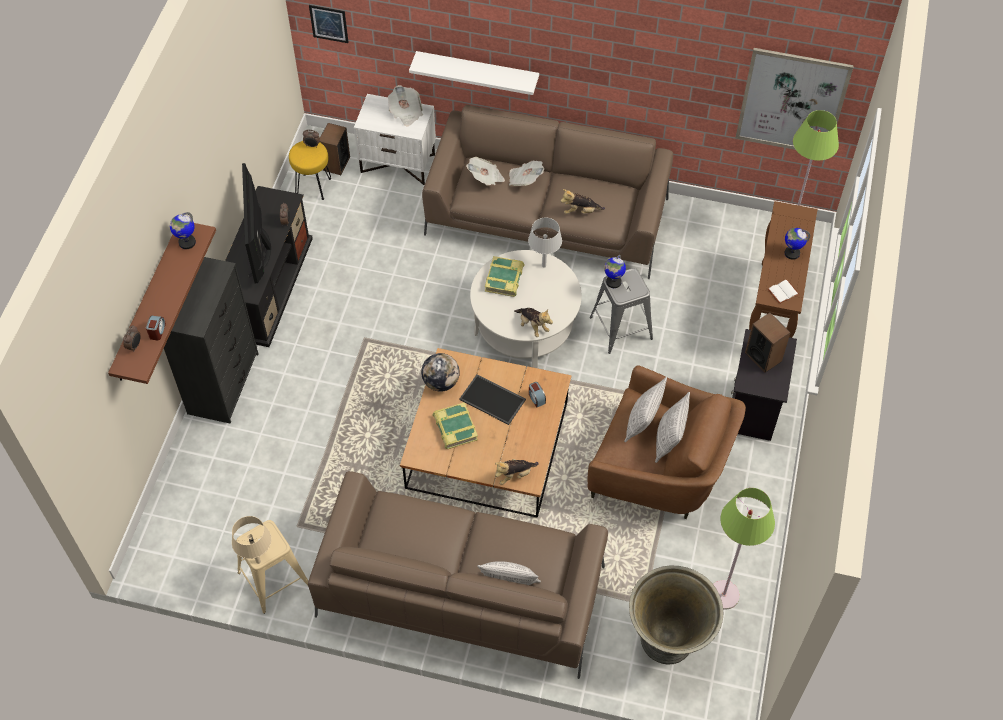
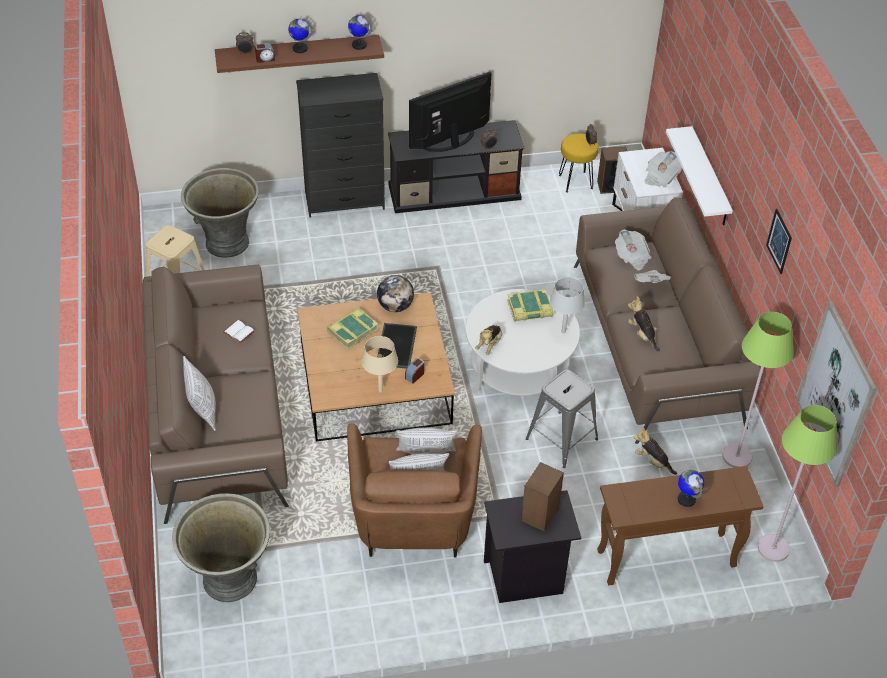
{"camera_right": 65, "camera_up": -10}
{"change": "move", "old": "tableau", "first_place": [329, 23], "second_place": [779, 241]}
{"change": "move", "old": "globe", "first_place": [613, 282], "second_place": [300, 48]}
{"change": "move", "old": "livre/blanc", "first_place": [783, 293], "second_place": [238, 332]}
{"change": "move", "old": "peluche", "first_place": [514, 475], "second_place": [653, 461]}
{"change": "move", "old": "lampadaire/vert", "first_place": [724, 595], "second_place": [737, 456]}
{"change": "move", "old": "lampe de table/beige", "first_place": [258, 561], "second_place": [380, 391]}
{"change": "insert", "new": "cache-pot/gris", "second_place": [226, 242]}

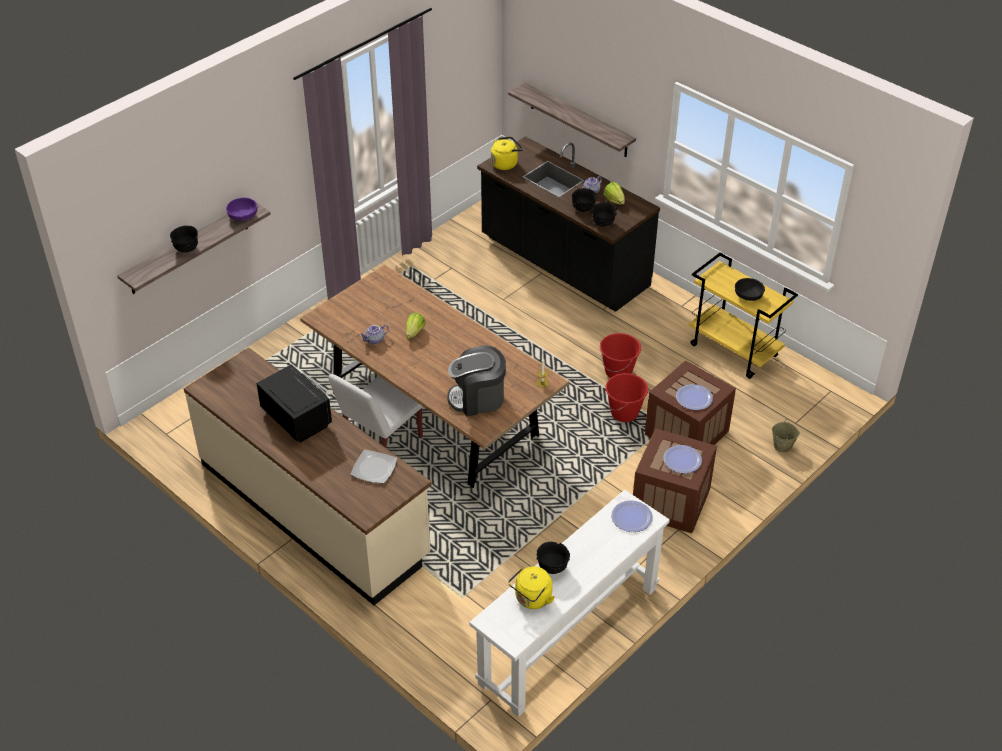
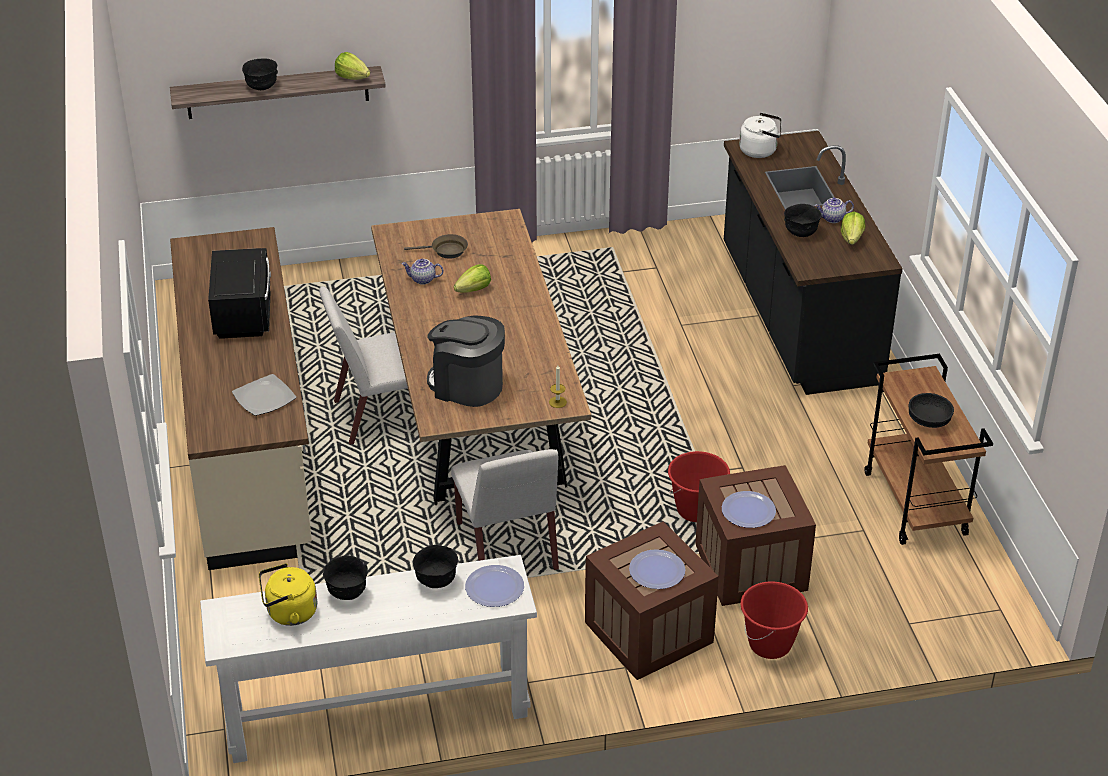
{"camera_right": 35, "camera_up": -5}
{"change": "delete", "old": "étagère", "first_place": [578, 120]}
{"change": "recolor", "old": "bouilloire/jaune", "new": "bouilloire/blanc", "first_place": [505, 163], "second_place": [760, 151]}
{"change": "replace", "old": "bol/violet", "new": "laitue", "first_place": [242, 216], "second_place": [352, 77]}
{"change": "move", "old": "bol/noir", "first_place": [603, 223], "second_place": [436, 581]}
{"change": "recolor", "old": "chariot/jaune", "new": "chariot/marron", "first_place": [734, 350], "second_place": [916, 504]}
{"change": "move", "old": "seau/rouge", "first_place": [618, 372], "second_place": [770, 644]}
{"change": "delete", "old": "seau/beige", "first_place": [783, 446]}
{"change": "insert", "new": "poêle/marron", "second_place": [446, 251]}
{"change": "insert", "new": "chaise/blanc", "second_place": [507, 547]}

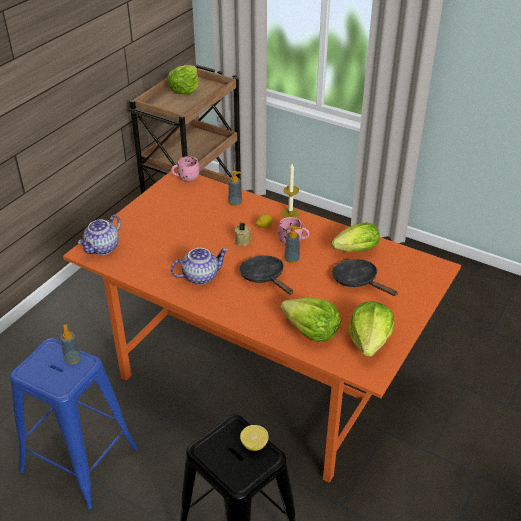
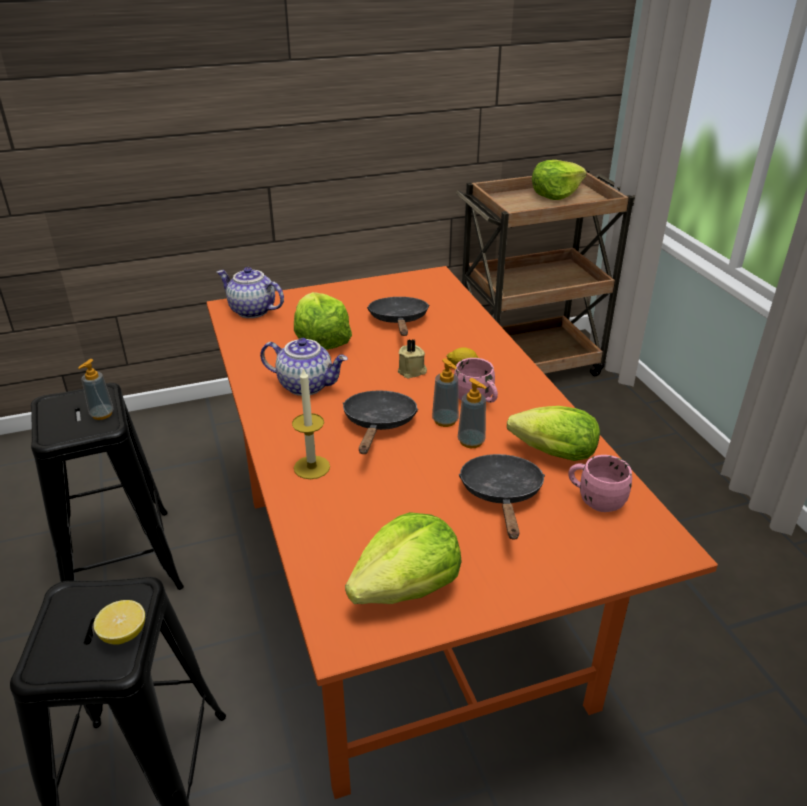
{"camera_right": 40, "camera_up": -5}
{"change": "move", "old": "mug/rose", "first_place": [185, 178], "second_place": [595, 500]}
{"change": "move", "old": "bougie", "first_place": [290, 213], "second_place": [311, 467]}
{"change": "move", "old": "distributeur de savon", "first_place": [235, 203], "second_place": [471, 441]}
{"change": "rotate", "old": "théière", "first_place": [103, 248], "second_place": [251, 311], "degrees": 45}
{"change": "move", "old": "laitue", "first_place": [311, 331], "second_place": [321, 340]}
{"change": "recolor", "old": "tabouret/bleu", "new": "tabouret/noir", "first_place": [79, 459], "second_place": [120, 562]}
{"change": "insert", "new": "poêle/noir", "second_place": [399, 321]}

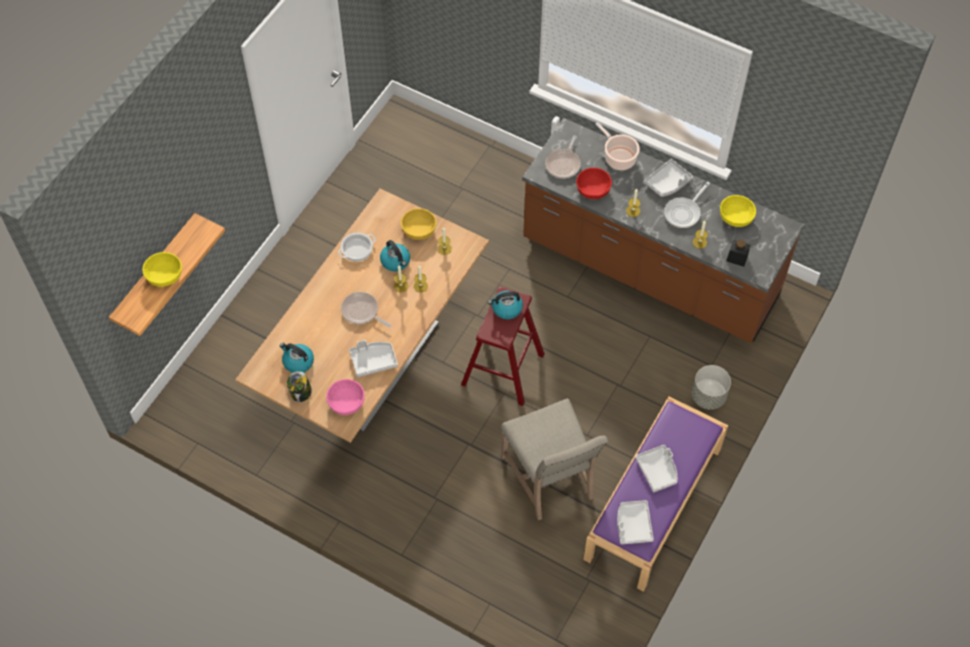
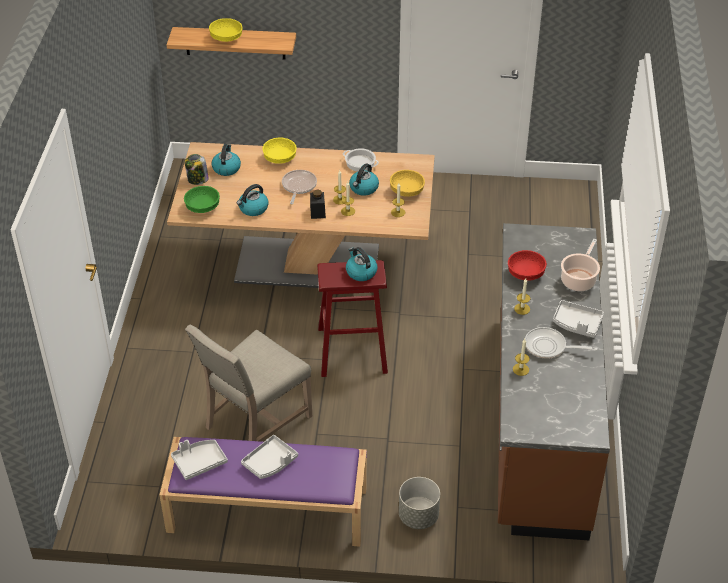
{"camera_right": 65, "camera_up": -15}
{"change": "delete", "old": "poêle", "first_place": [563, 164]}
{"change": "move", "old": "bol/jaune", "first_place": [736, 217], "second_place": [279, 158]}
{"change": "move", "old": "bocal/noir", "first_place": [737, 258], "second_place": [317, 212]}
{"change": "replace", "old": "plateau/gris", "new": "bouilloire", "first_place": [373, 361], "second_place": [253, 209]}
{"change": "recolor", "old": "bol/rose", "new": "bol/vert", "first_place": [346, 402], "second_place": [203, 207]}

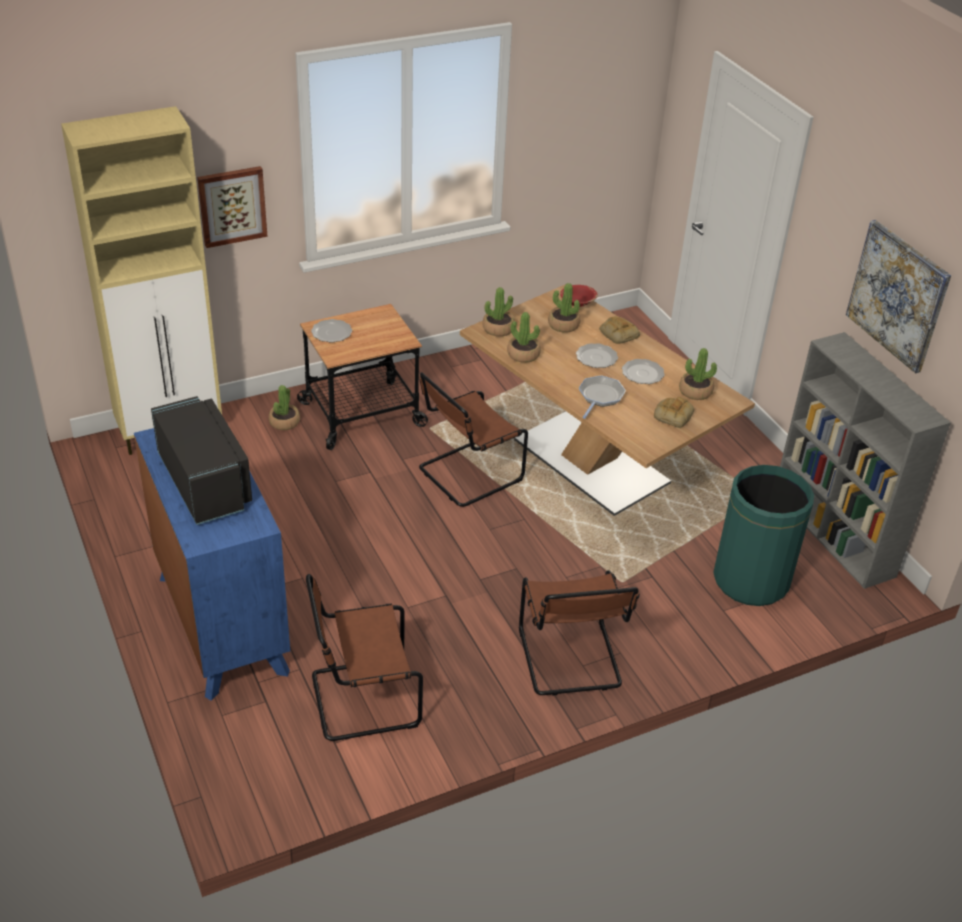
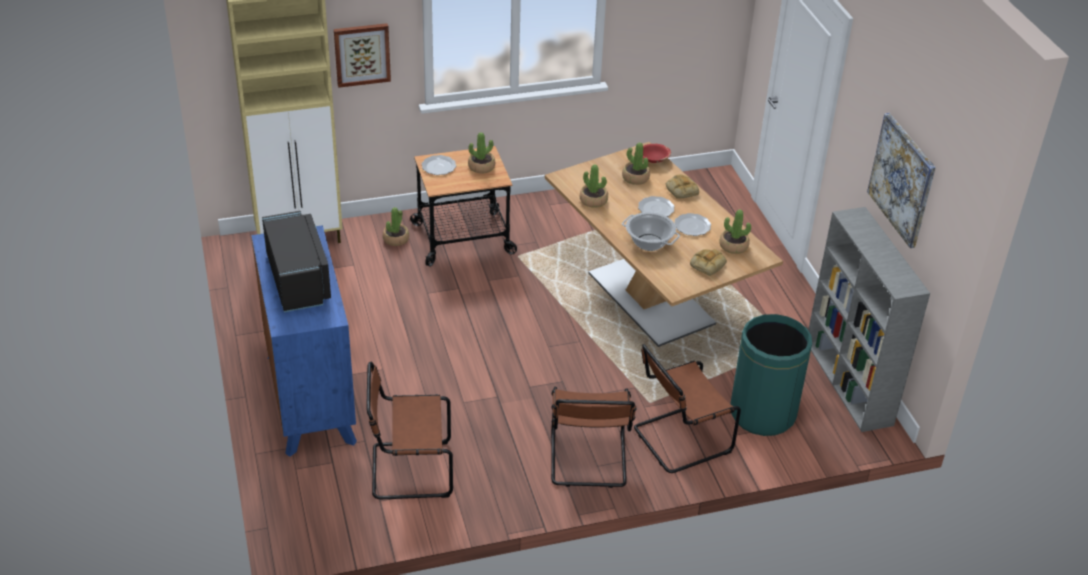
{"camera_right": 10, "camera_up": 0}
{"change": "move", "old": "plante en pot", "first_place": [498, 329], "second_place": [481, 167]}
{"change": "move", "old": "chaise/marron", "first_place": [467, 475], "second_place": [679, 440]}
{"change": "replace", "old": "poêle", "new": "marmite", "first_place": [600, 397], "second_place": [649, 243]}

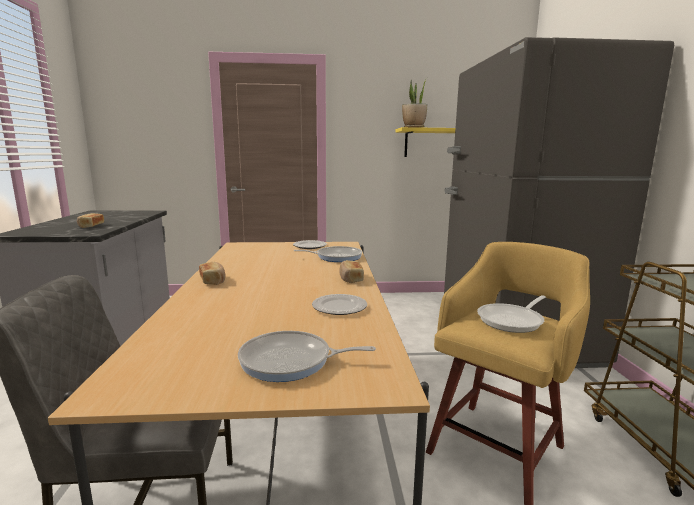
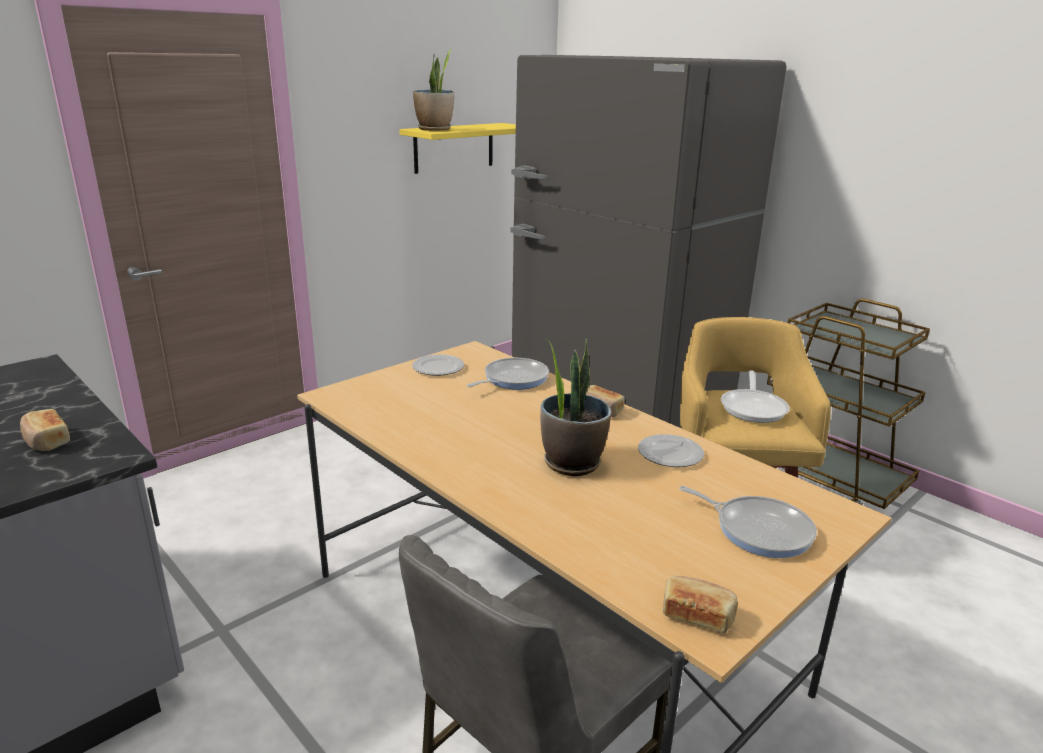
{"camera_right": -40, "camera_up": 10}
{"change": "move", "old": "pain", "first_place": [213, 280], "second_place": [697, 615]}
{"change": "rotate", "old": "poêle", "first_place": [290, 361], "second_place": [758, 529], "degrees": -105}
{"change": "insert", "new": "plante en pot", "second_place": [572, 462]}

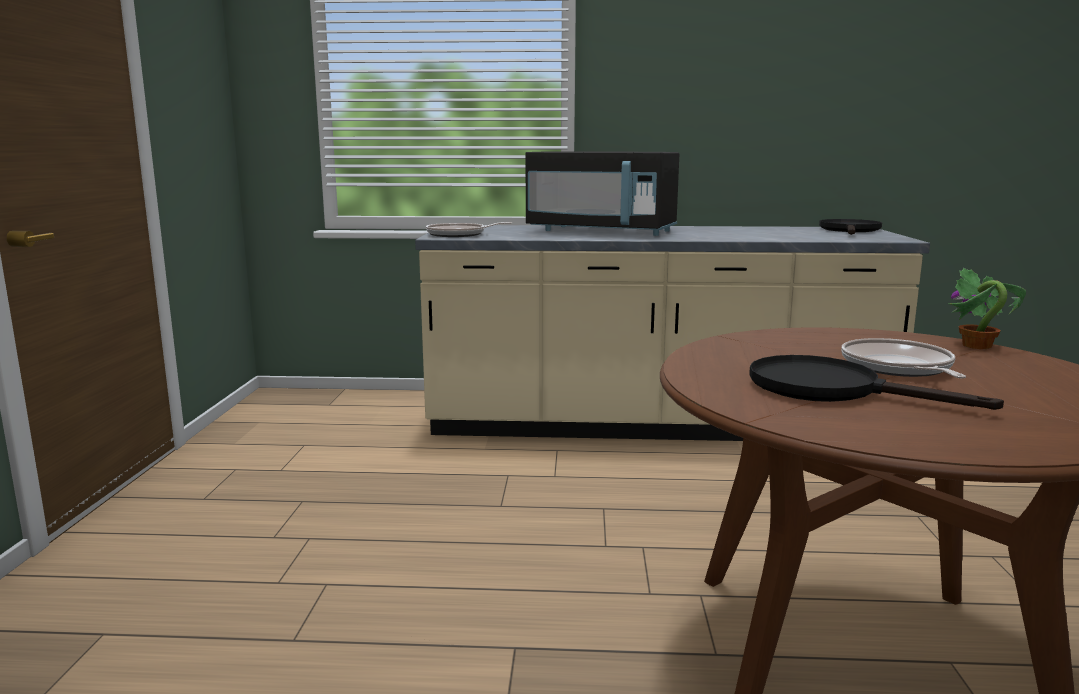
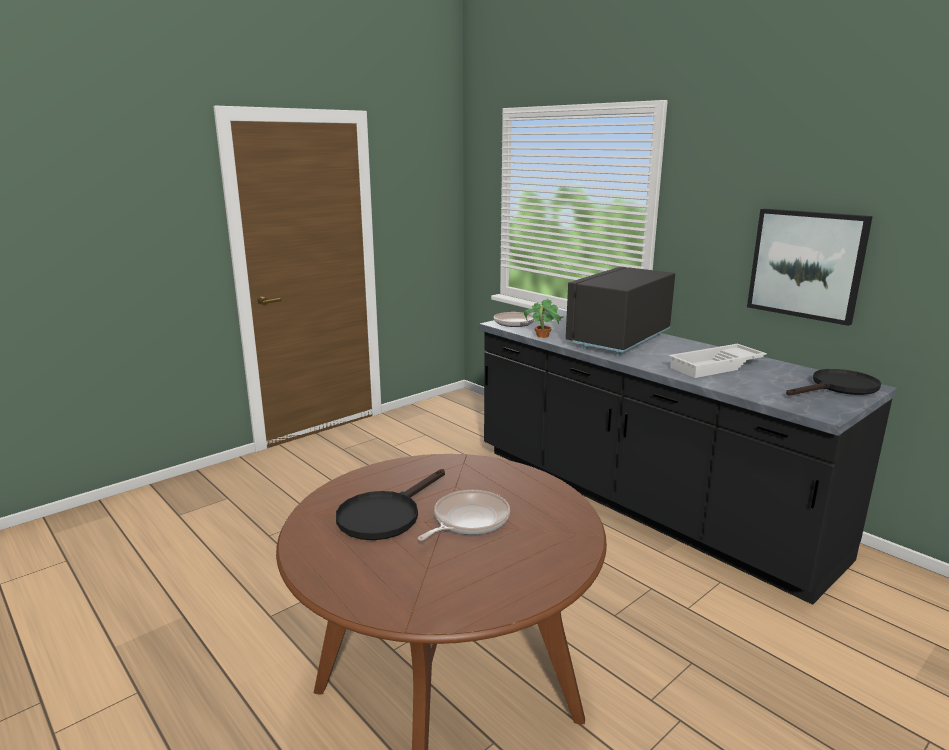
{"camera_right": 45, "camera_up": 5}
{"change": "rotate", "old": "micro-ondes/noir", "first_place": [602, 231], "second_place": [618, 339], "degrees": 60}
{"change": "recolor", "old": "comptoir de cuisine/beige", "new": "comptoir de cuisine/noir", "first_place": [653, 424], "second_place": [642, 502]}
{"change": "move", "old": "plante en pot", "first_place": [976, 346], "second_place": [542, 336]}
{"change": "rotate", "old": "poêle/noir", "first_place": [832, 389], "second_place": [385, 514], "degrees": -135}
{"change": "insert", "new": "tableau", "second_place": [806, 264]}
{"change": "insert", "new": "plateau/blanc", "second_place": [716, 367]}

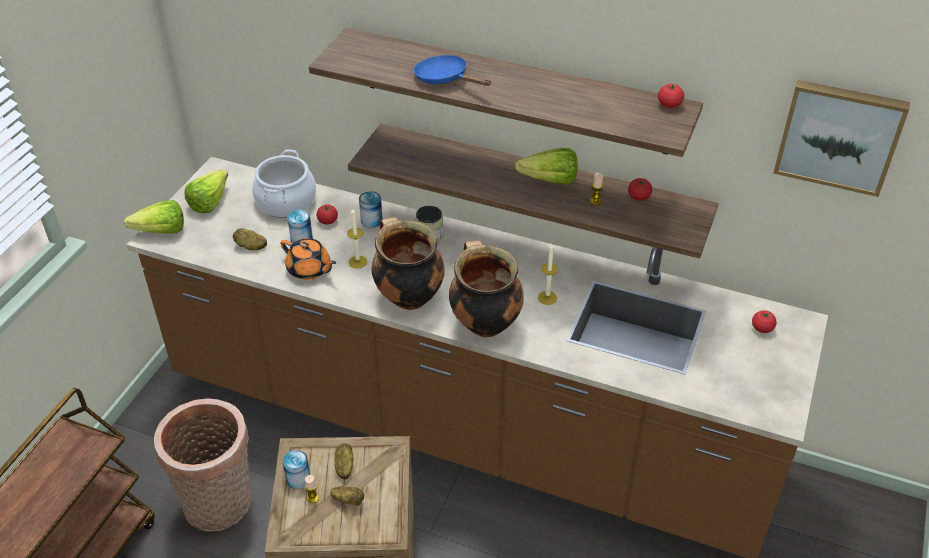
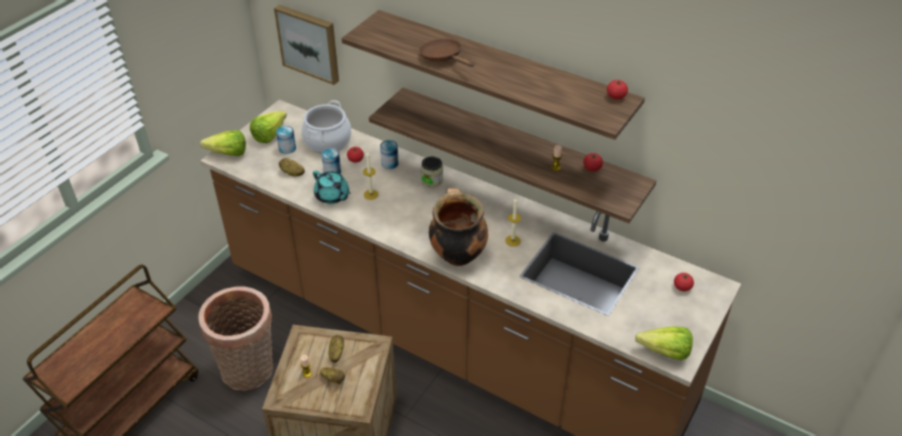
{"camera_right": 10, "camera_up": 0}
{"change": "recolor", "old": "poêle/bleu", "new": "poêle/marron", "first_place": [445, 79], "second_place": [443, 58]}
{"change": "move", "old": "tableau", "first_place": [839, 135], "second_place": [309, 43]}
{"change": "move", "old": "laitue", "first_place": [545, 180], "second_place": [660, 351]}
{"change": "delete", "old": "marmite", "first_place": [407, 296]}
{"change": "recolor", "old": "théière/orange", "new": "théière/turquoise", "first_place": [309, 270], "second_place": [332, 196]}
{"change": "move", "old": "boîte métallique", "first_place": [298, 479], "second_place": [287, 148]}

